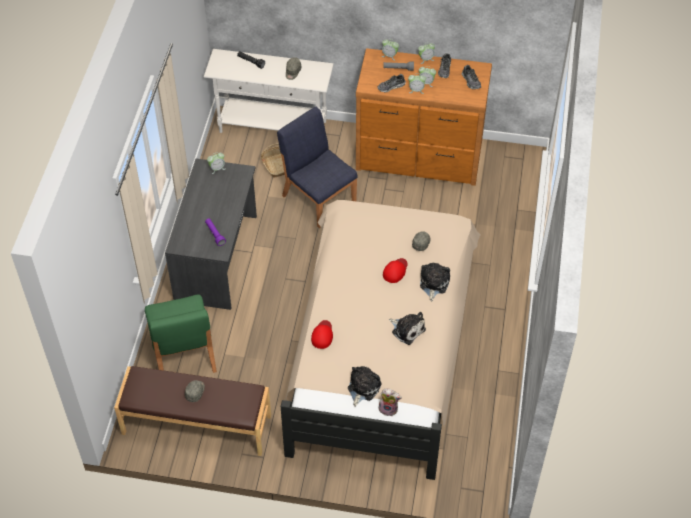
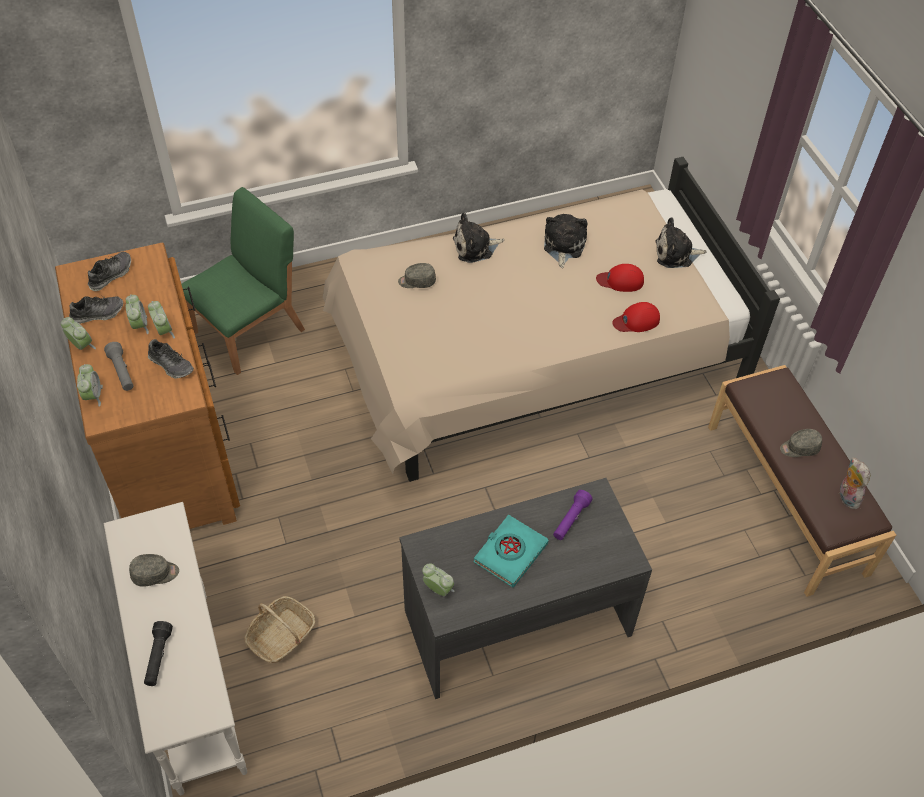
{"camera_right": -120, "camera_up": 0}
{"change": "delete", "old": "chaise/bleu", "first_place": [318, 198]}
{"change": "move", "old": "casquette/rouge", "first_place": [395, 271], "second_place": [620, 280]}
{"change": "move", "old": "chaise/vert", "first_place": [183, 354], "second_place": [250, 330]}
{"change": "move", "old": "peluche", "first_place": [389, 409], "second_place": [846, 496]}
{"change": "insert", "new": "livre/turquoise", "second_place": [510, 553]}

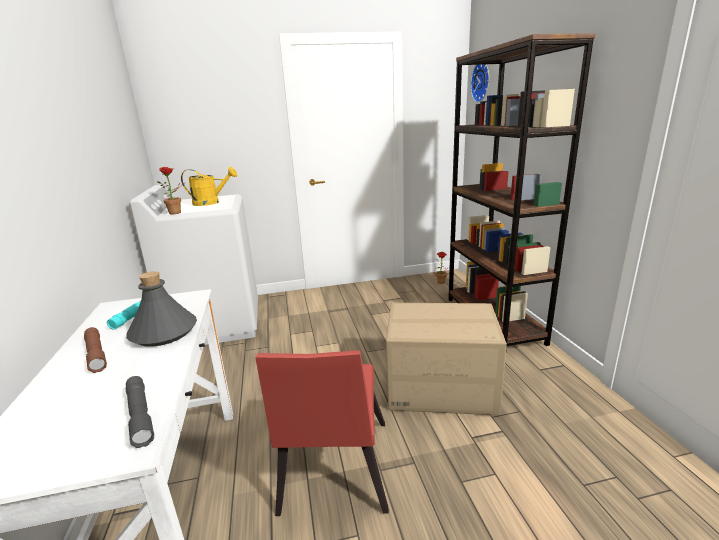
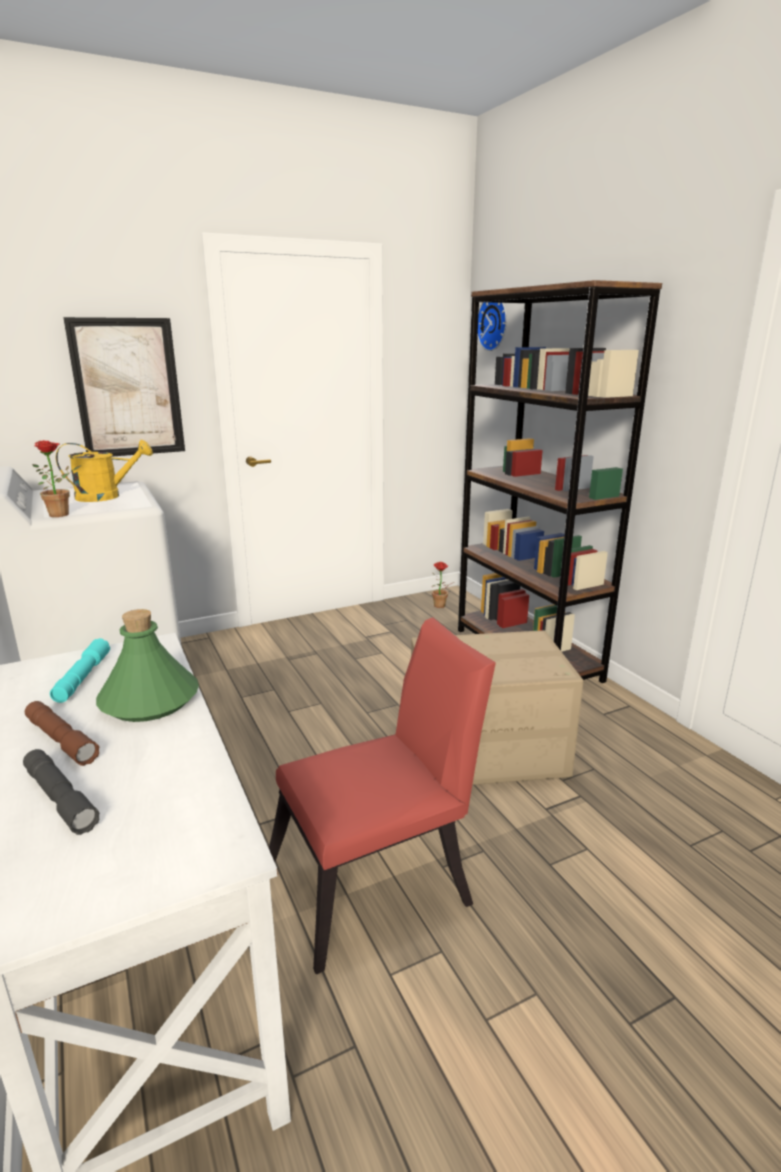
{"camera_right": -15, "camera_up": 0}
{"change": "recolor", "old": "bouteille/gris", "new": "bouteille/vert", "first_place": [163, 333], "second_place": [149, 701]}
{"change": "rotate", "old": "chaise/rouge", "first_place": [333, 472], "second_place": [380, 879], "degrees": -105}
{"change": "move", "old": "lampe de poche/gris", "first_place": [140, 415], "second_place": [60, 798]}
{"change": "insert", "new": "tableau", "second_place": [128, 388]}

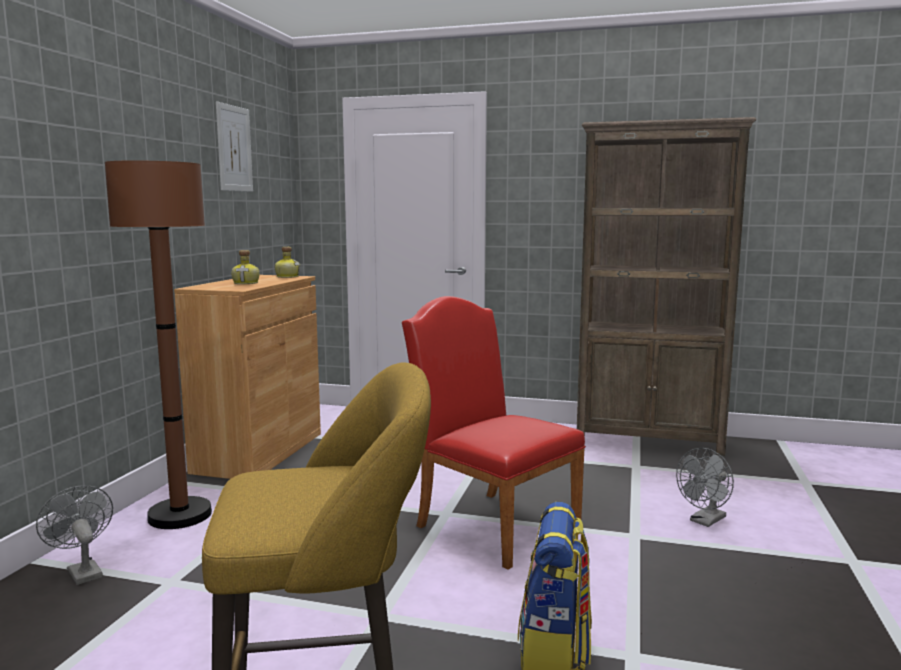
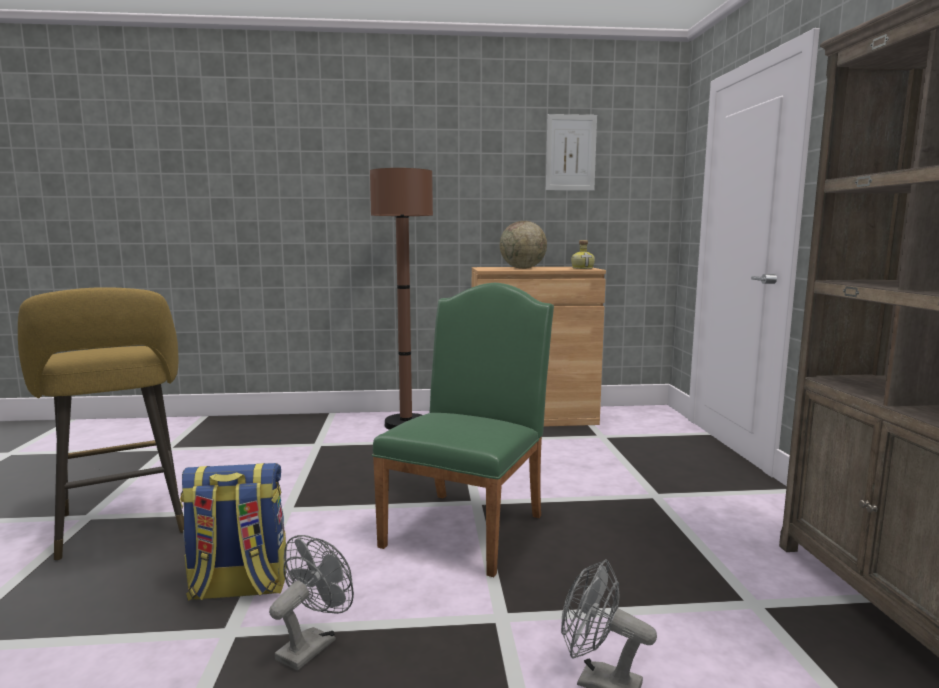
{"camera_right": 70, "camera_up": 0}
{"change": "replace", "old": "bouteille", "new": "globe", "first_place": [246, 283], "second_place": [523, 268]}
{"change": "recolor", "old": "chaise/rouge", "new": "chaise/vert", "first_place": [490, 523], "second_place": [469, 525]}
{"change": "move", "old": "ventilateur/gris", "first_place": [82, 571], "second_place": [312, 644]}

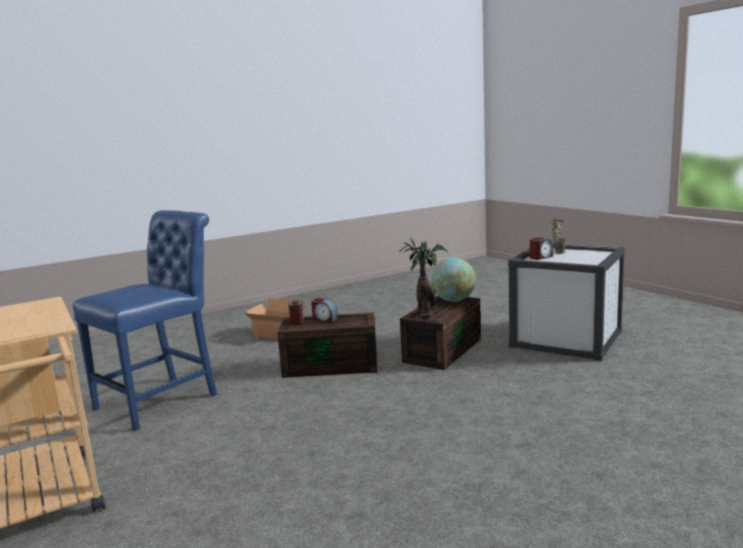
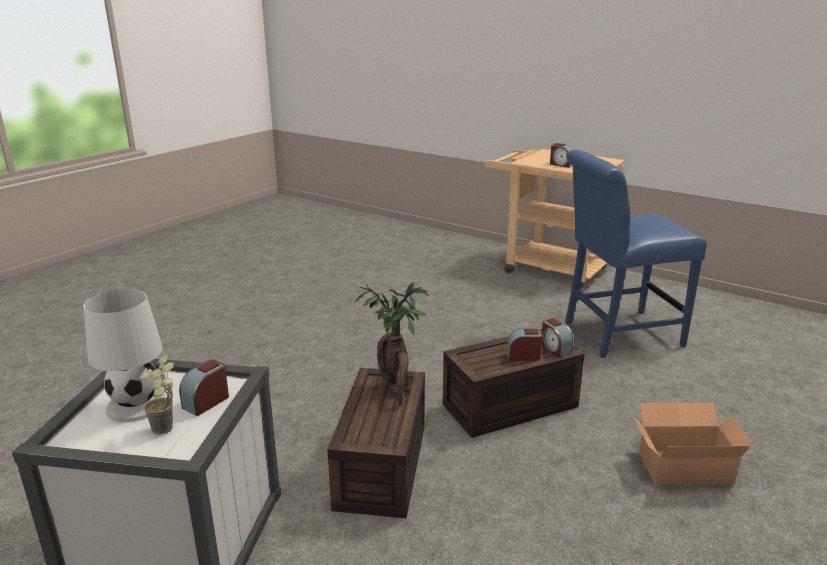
{"camera_right": 155, "camera_up": 10}
{"change": "rotate", "old": "chaise/bleu", "first_place": [163, 399], "second_place": [616, 334], "degrees": 60}
{"change": "delete", "old": "globe", "first_place": [454, 300]}
{"change": "insert", "new": "réveil", "second_place": [561, 164]}
{"change": "insert", "new": "lampe de table/blanc", "second_place": [135, 405]}

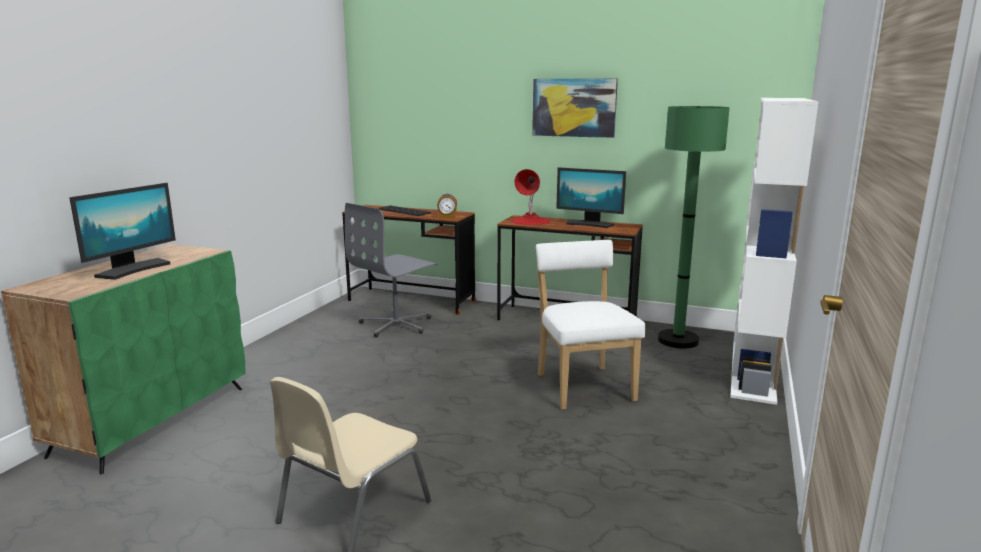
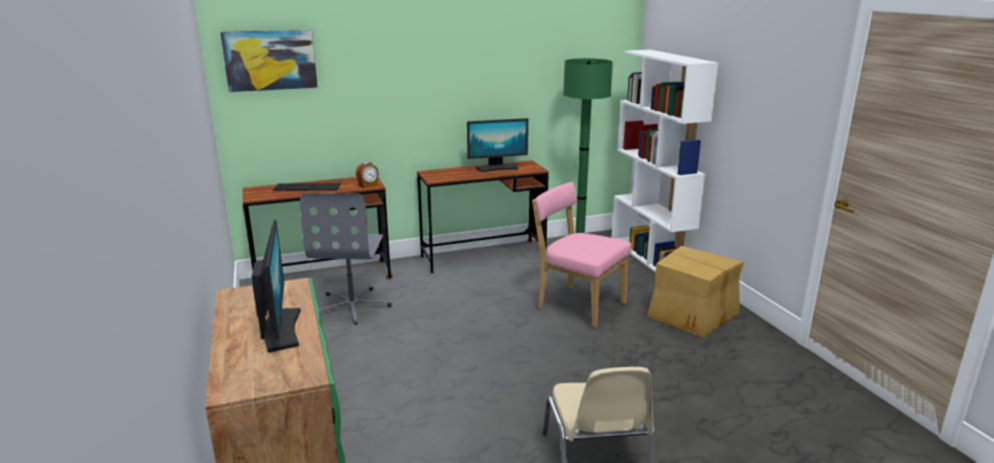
{"camera_right": -40, "camera_up": 5}
{"change": "move", "old": "tableau", "first_place": [574, 107], "second_place": [270, 60]}
{"change": "delete", "old": "lampe de table/rouge", "first_place": [530, 221]}
{"change": "recolor", "old": "chaise/blanc", "new": "chaise/rose", "first_place": [583, 385], "second_place": [578, 304]}
{"change": "insert", "new": "carton", "second_place": [692, 314]}

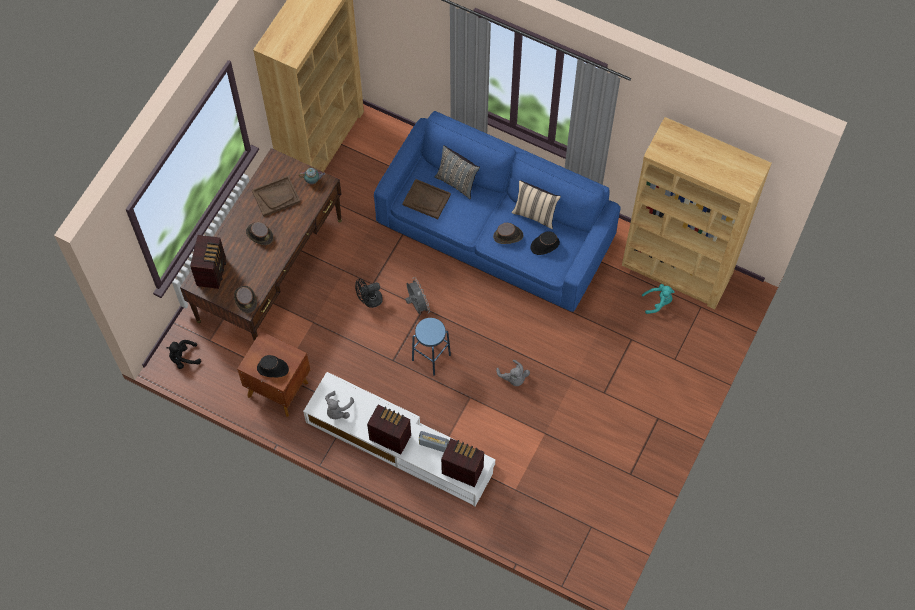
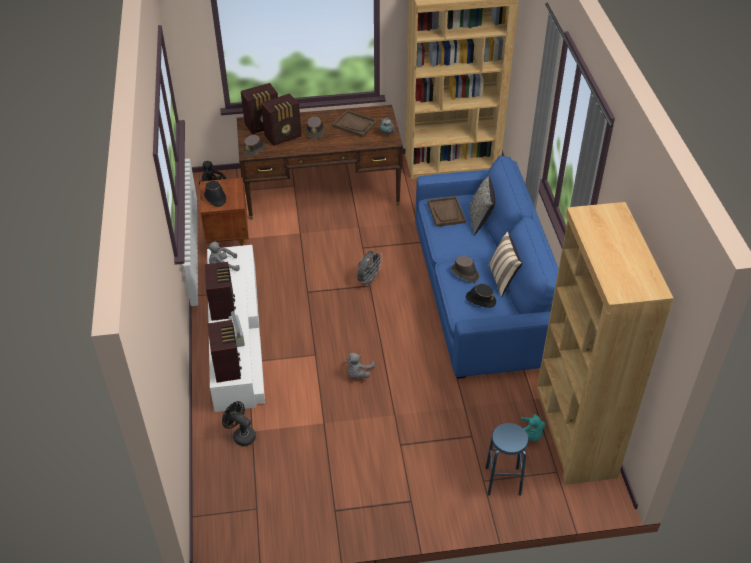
{"camera_right": 55, "camera_up": -20}
{"change": "move", "old": "ventilateur/noir", "first_place": [369, 300], "second_place": [241, 435]}
{"change": "move", "old": "tabouret/bleu", "first_place": [431, 357], "second_place": [503, 481]}
{"change": "insert", "new": "radio", "second_place": [284, 136]}

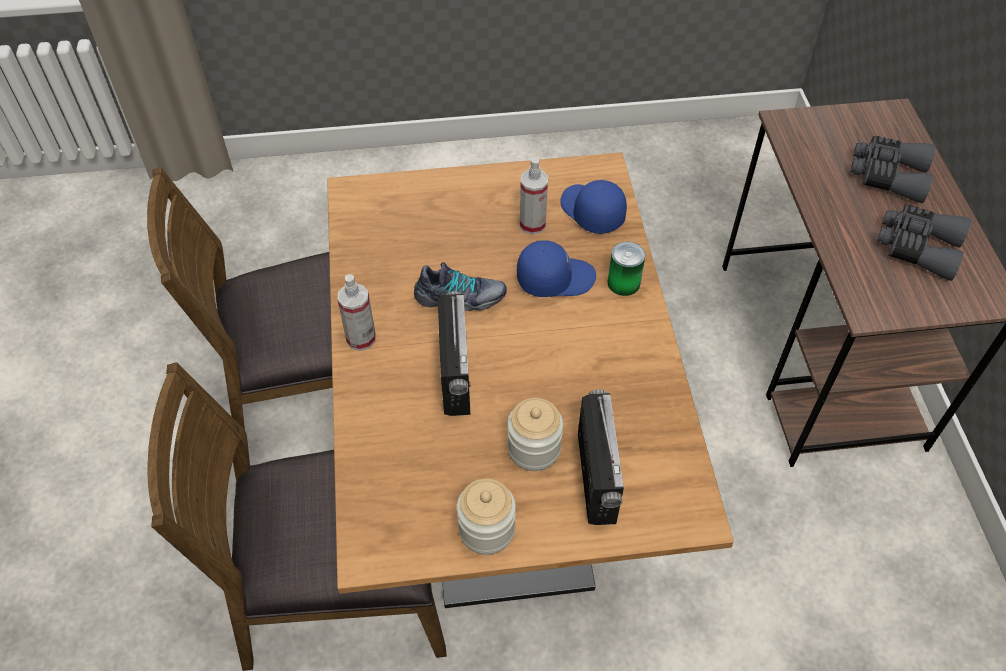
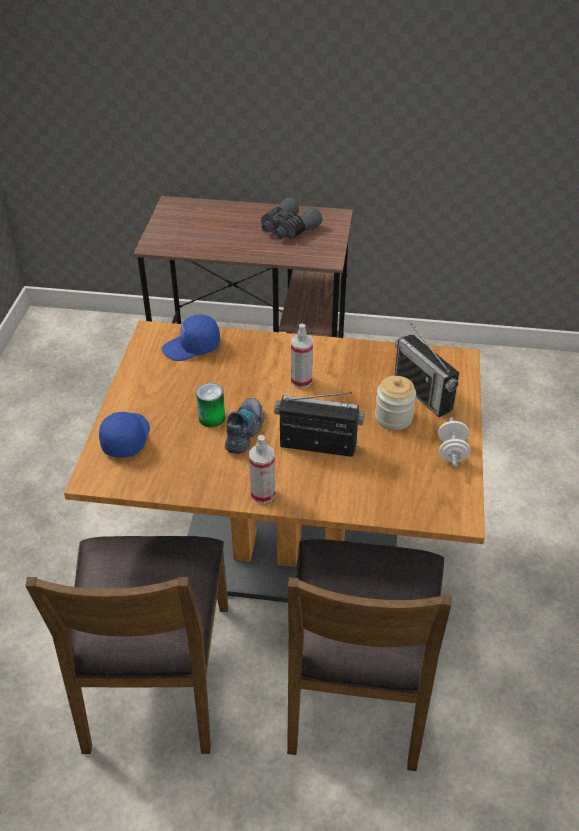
{"camera_right": -75, "camera_up": -10}
{"change": "delete", "old": "jumelles/gris", "first_place": [887, 175]}
{"change": "move", "old": "vaporisateur", "first_place": [532, 224], "second_place": [301, 381]}
{"change": "move", "old": "casquette/bleu", "first_place": [555, 278], "second_place": [125, 438]}
{"change": "move", "old": "boîte métallique", "first_place": [623, 283], "second_place": [211, 418]}
{"change": "rotate", "old": "radio", "first_place": [596, 477], "second_place": [423, 394], "degrees": -135}
{"change": "replace", "old": "bocal", "new": "haltère/blanc", "first_place": [486, 530], "second_place": [452, 452]}

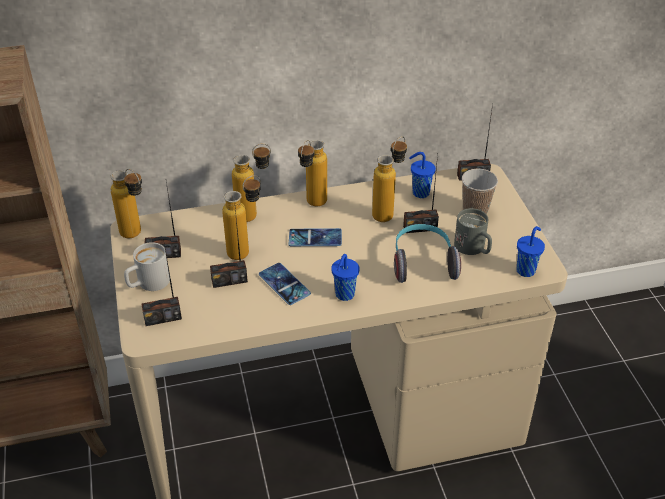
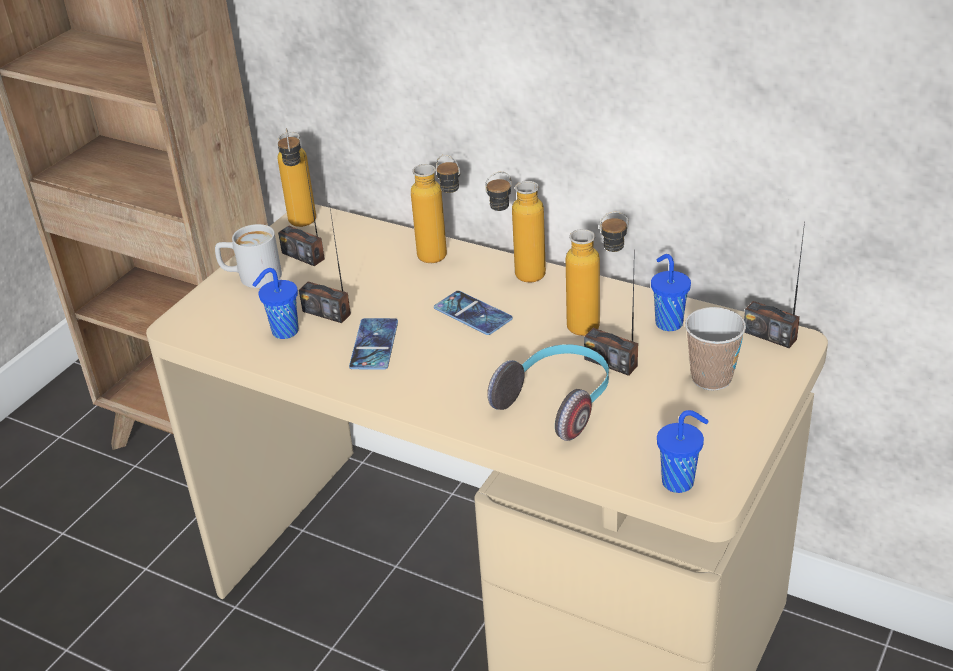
{"camera_right": 45, "camera_up": -5}
{"change": "delete", "old": "bouteille", "first_place": [246, 250]}
{"change": "delete", "old": "mug/gris", "first_place": [473, 249]}
{"change": "delete", "old": "radio", "first_place": [162, 318]}
{"change": "move", "old": "tasse/bleu", "first_place": [344, 295], "second_place": [283, 332]}

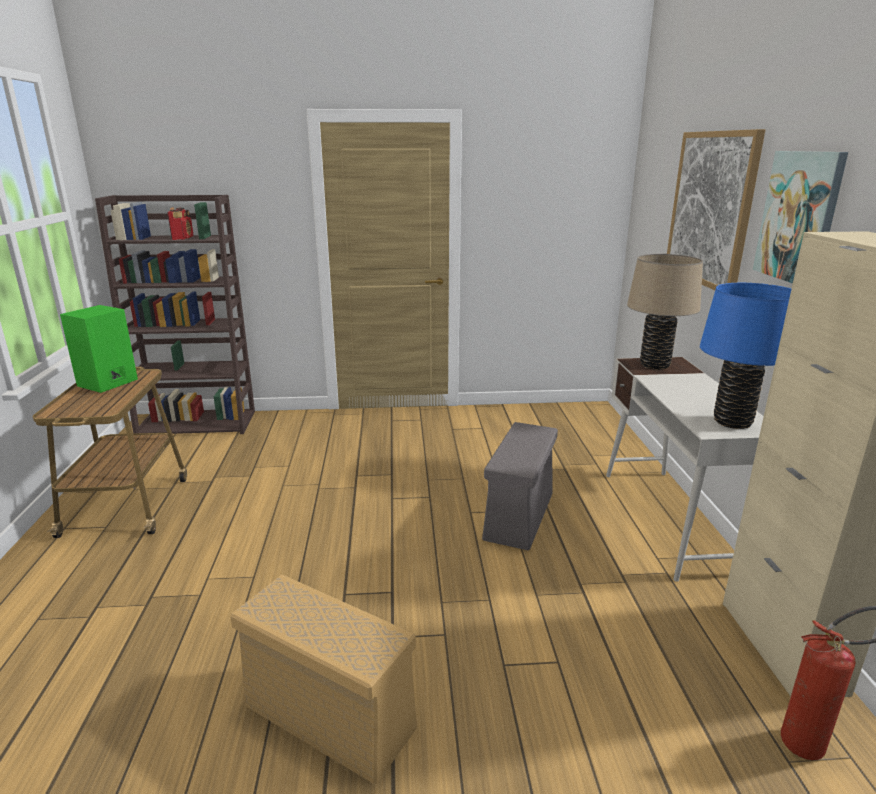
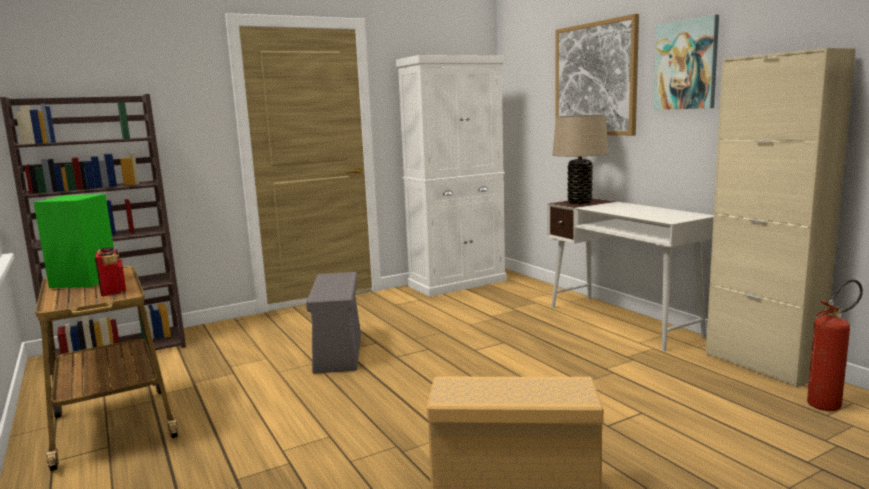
{"camera_right": -25, "camera_up": -10}
{"change": "move", "old": "radio", "first_place": [183, 238], "second_place": [113, 291]}
{"change": "delete", "old": "lampe de table/bleu", "first_place": [732, 422]}
{"change": "move", "old": "boîte de rangement/gris", "first_place": [519, 517], "second_place": [338, 353]}
{"change": "insert", "new": "meuble de rangement/blanc", "second_place": [457, 283]}

